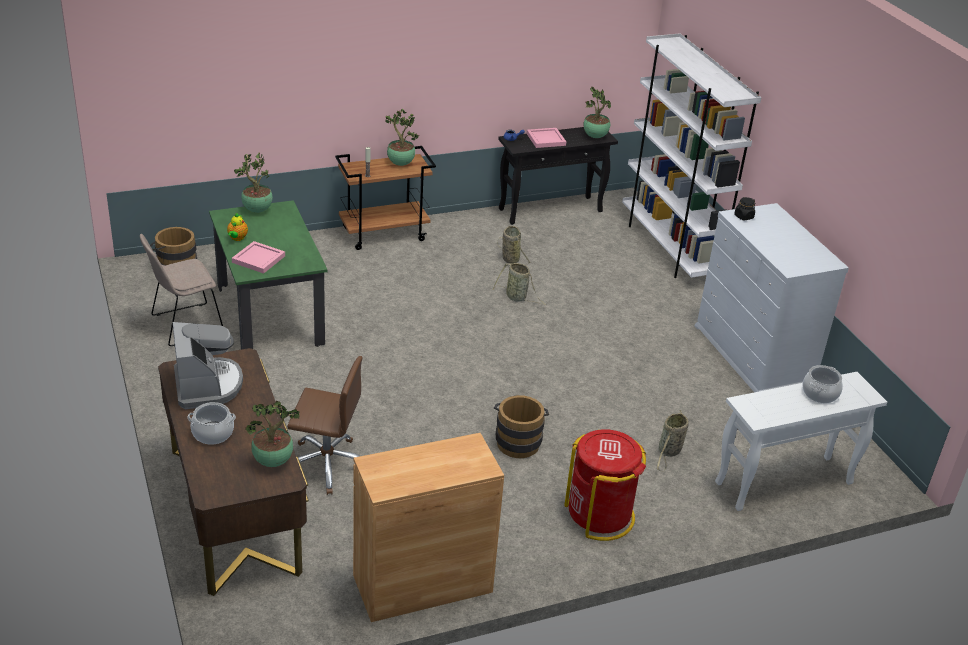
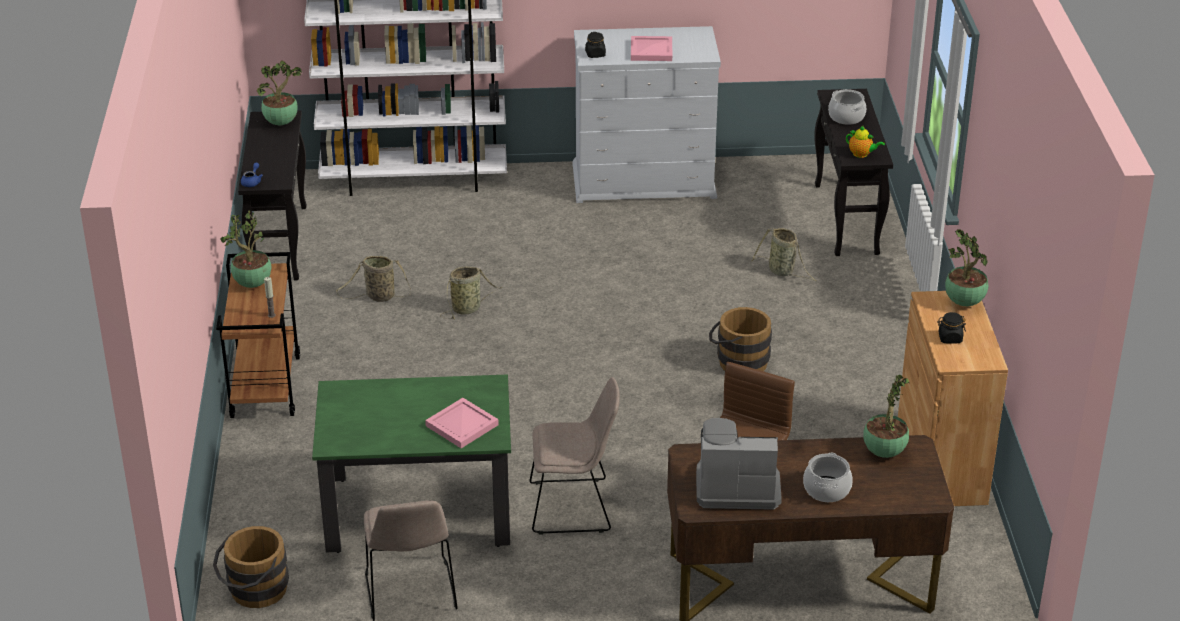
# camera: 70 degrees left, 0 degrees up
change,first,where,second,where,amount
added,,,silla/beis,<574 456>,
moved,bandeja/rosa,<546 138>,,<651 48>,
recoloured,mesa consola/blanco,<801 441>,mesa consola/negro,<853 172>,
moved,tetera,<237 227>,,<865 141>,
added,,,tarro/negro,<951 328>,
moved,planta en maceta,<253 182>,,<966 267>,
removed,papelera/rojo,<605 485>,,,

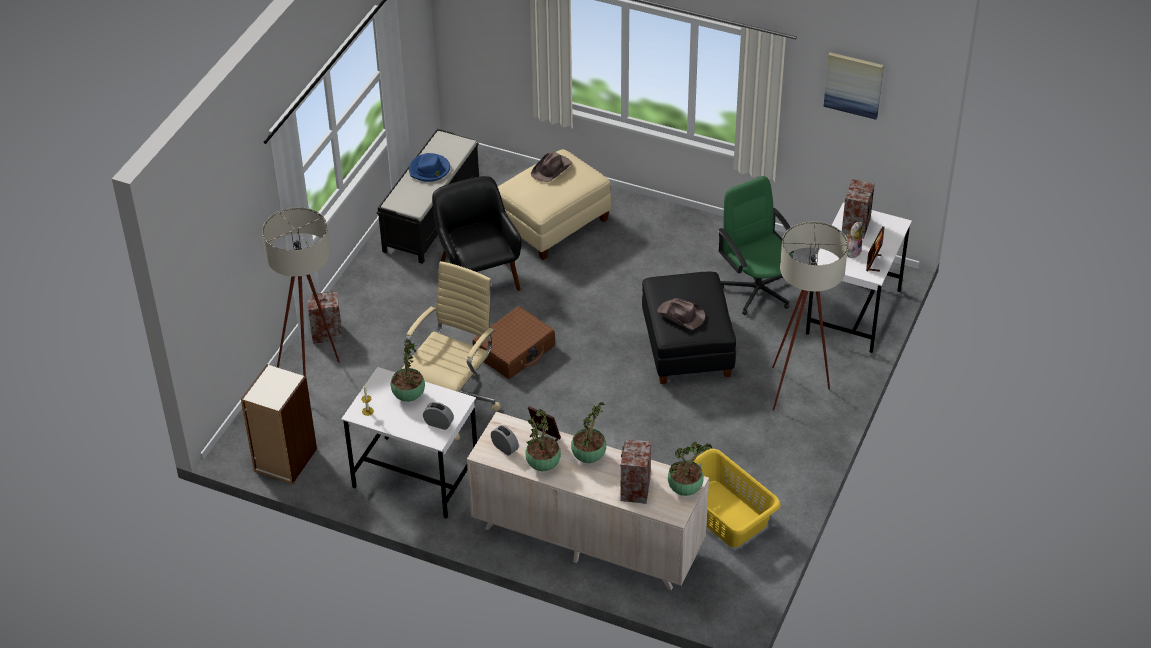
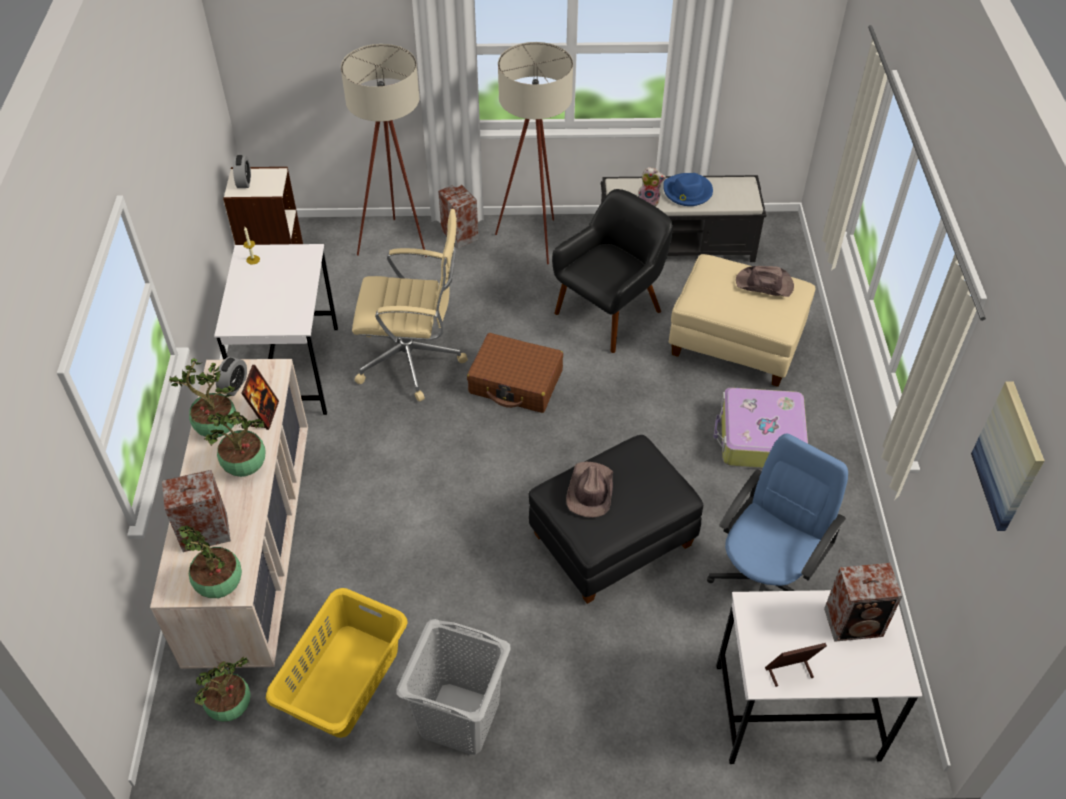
# camera: 65 degrees right, 5 degrees up
change,first,where,second,where,amount
moved,planta en maceta,<408 370>,,<223 689>,
moved,despertador,<438 416>,,<242 171>,
added,,,cesto de la ropa/gris,<453 687>,
moved,lámpara de pie/beis,<810 316>,,<534 153>,
moved,peluche,<854 240>,,<652 186>,
recoloured,silla de oficina/verde,<756 245>,silla de oficina/azul,<777 512>,
added,,,maleta,<760 427>,

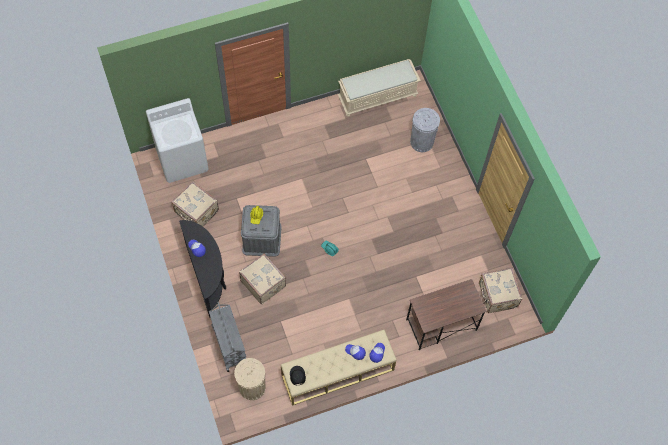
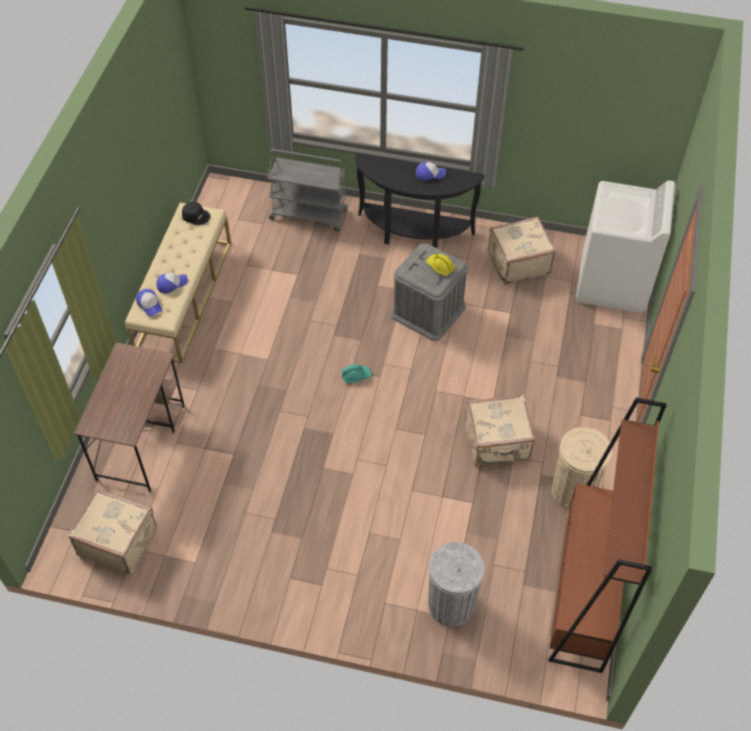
# camera: 125 degrees right, 10 degrees down
change,first,where,second,where,amount
moved,maleta/beis,<262 279>,,<500 430>,
replaced,banco/beis,<379 88>,estantería/marrón,<608 535>,
moved,papelera/beis,<250 379>,,<582 468>,

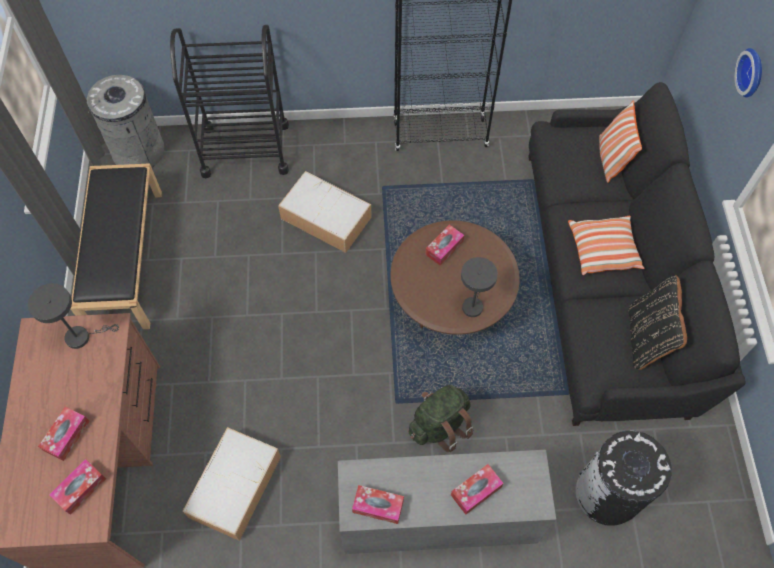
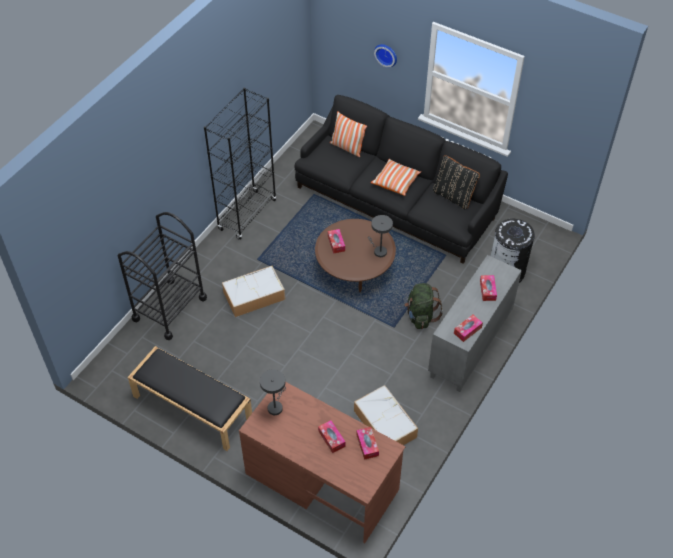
# camera: 55 degrees left, 10 degrees down
change,first,where,second,where,amount
removed,papelera/gris,<126 121>,,,

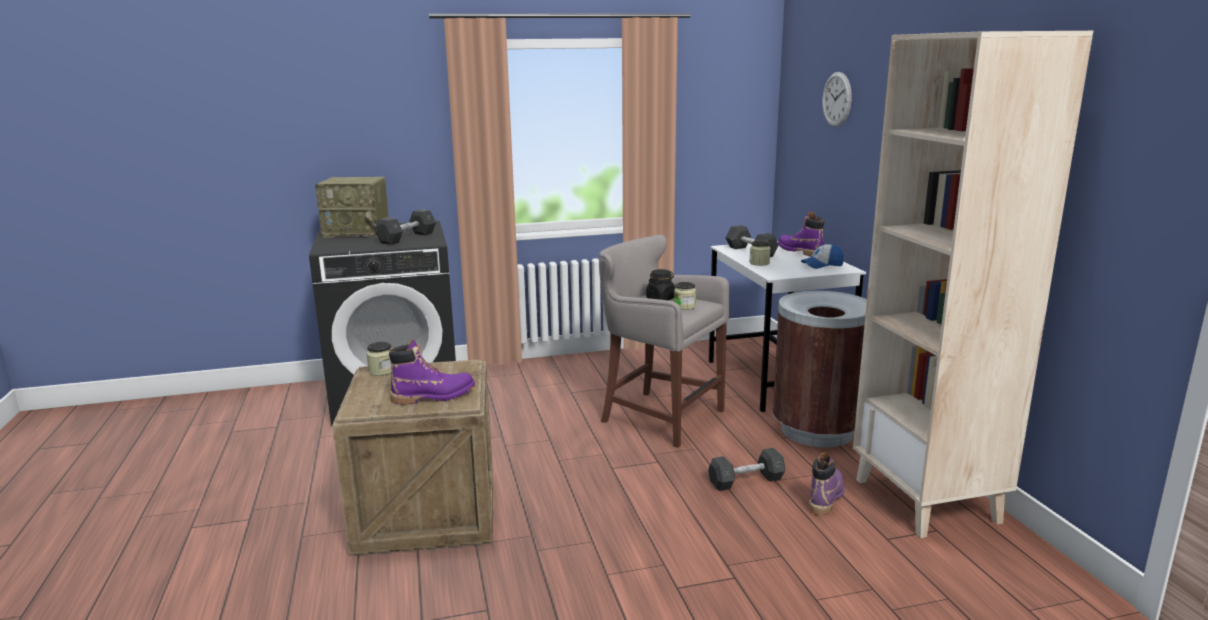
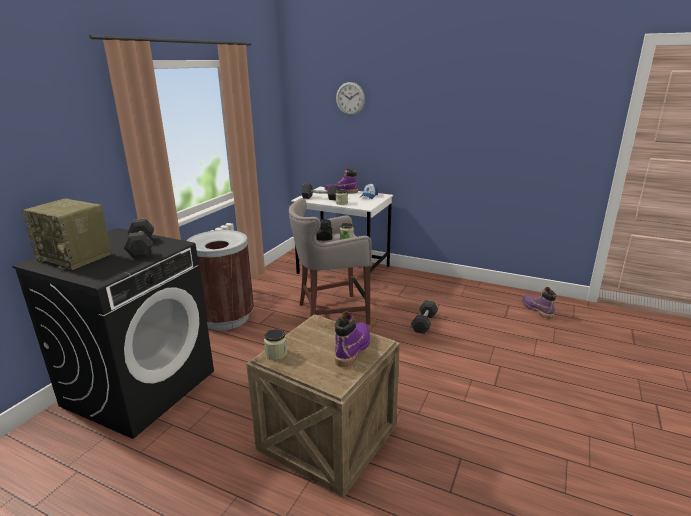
# camera: 50 degrees left, 5 degrees up
change,first,where,second,where,amount
turned,radio,<352 207>,,<66 234>,75 degrees clockwise
moved,papelera/marrón,<819 369>,,<220 280>,
moved,bota/morado,<826 484>,,<539 303>,
removed,estantería/beis,<973 284>,,,

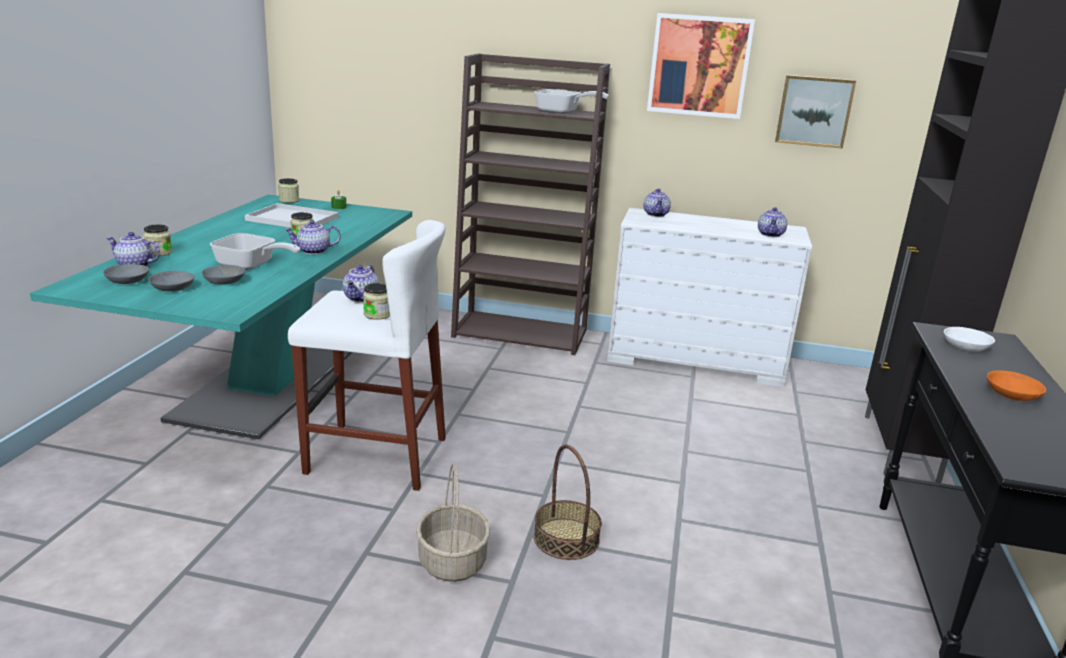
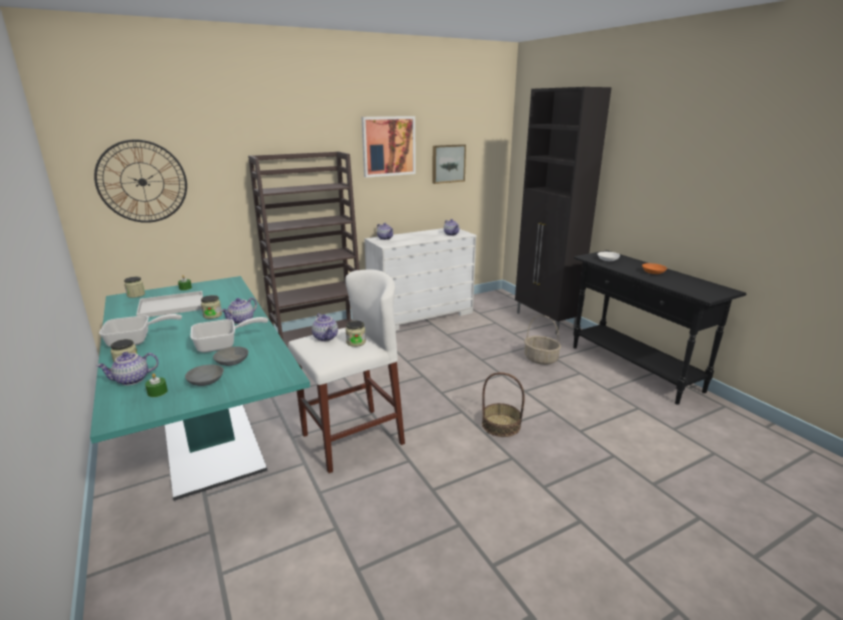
# camera: 40 degrees left, 0 degrees up
change,first,where,second,where,amount
added,,,reloj de pared,<140 181>,
moved,sartén,<571 101>,,<140 330>,
replaced,cuenco/gris,<126 274>,vela/verde,<156 385>,
moved,cesta,<453 523>,,<542 340>,

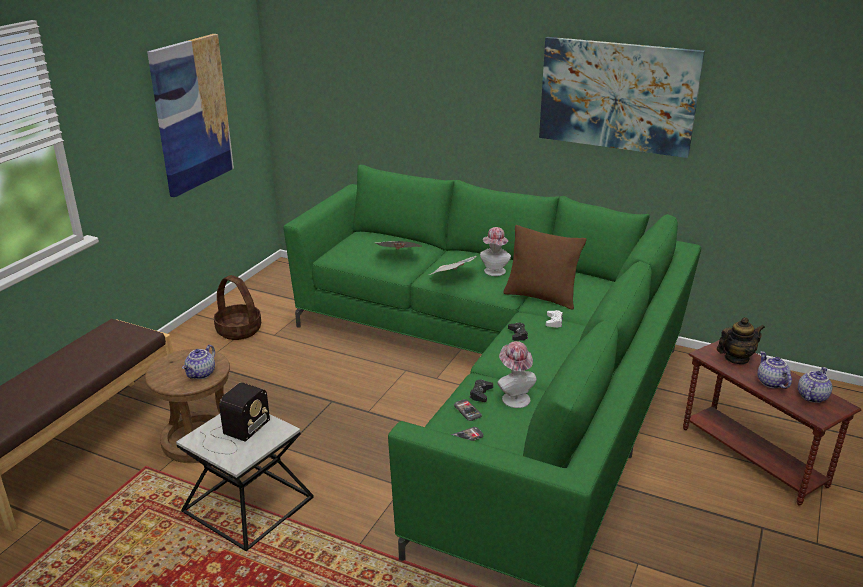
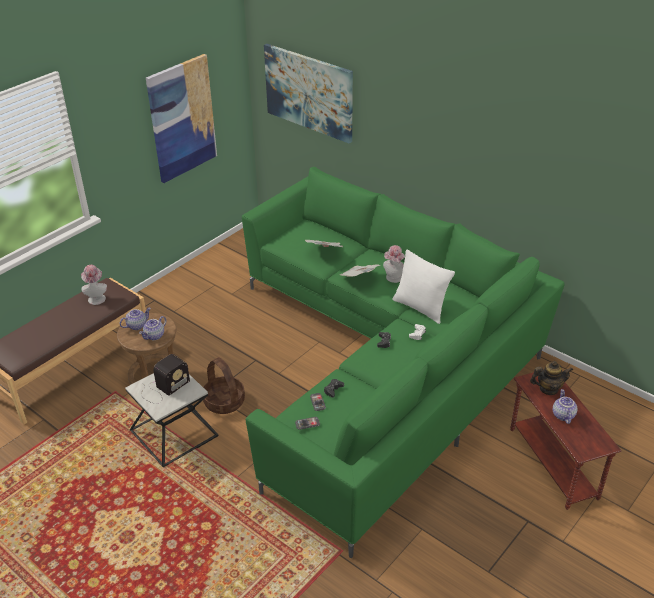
# camera: 15 degrees right, 10 degrees up
change,first,where,second,where,amount
moved,sombrero,<516 374>,,<94 285>,
moved,tetera,<815 385>,,<135 319>,
moved,cesta,<237 307>,,<224 385>,
moved,cuadro,<622 97>,,<308 94>,
recoloured,cojín/marrón,<544 267>,cojín/blanco,<423 286>,

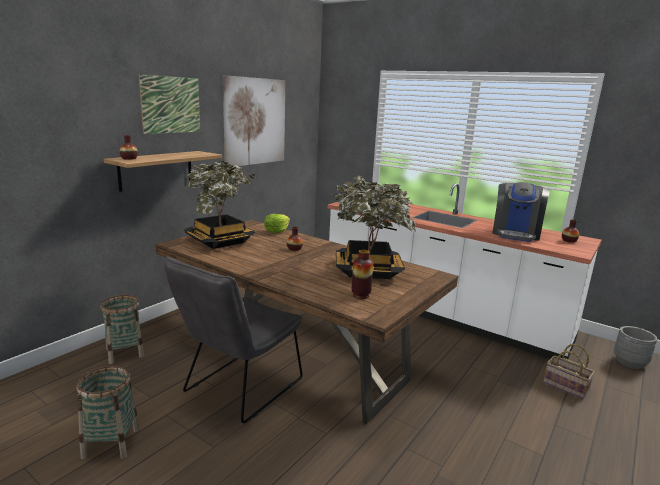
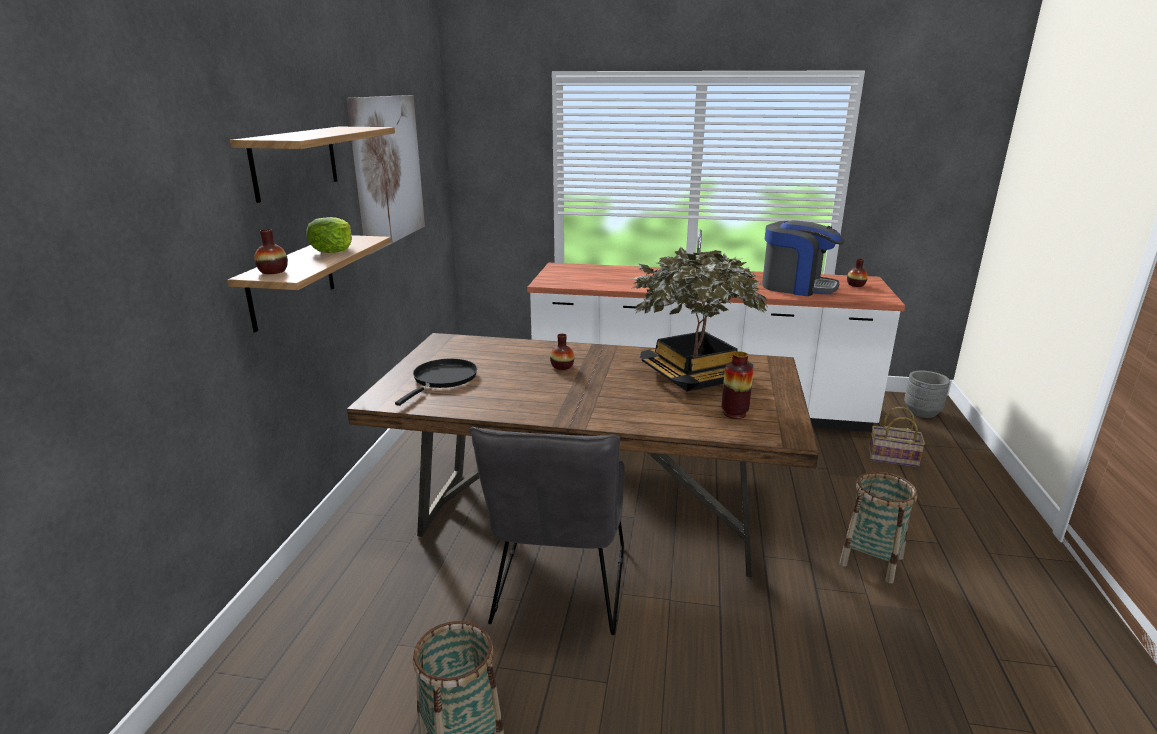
# camera: 25 degrees left, 5 degrees up
change,first,where,second,where,amount
replaced,cuadro,<169 104>,estante,<312 165>,
moved,lechuga,<277 223>,,<329 235>,
replaced,planta en maceta,<220 205>,sartén/negro,<436 382>,
turned,cafetera,<521 212>,,<803 258>,60 degrees counterclockwise
moved,cesta,<122 329>,,<878 527>,

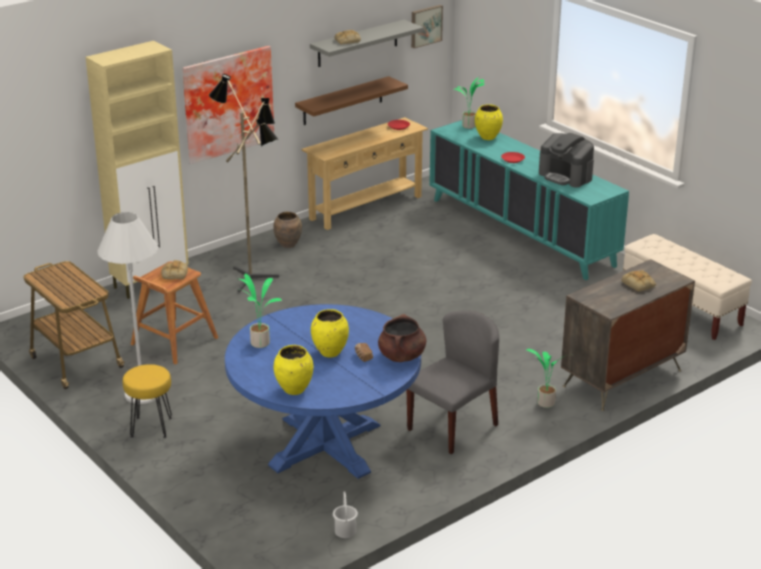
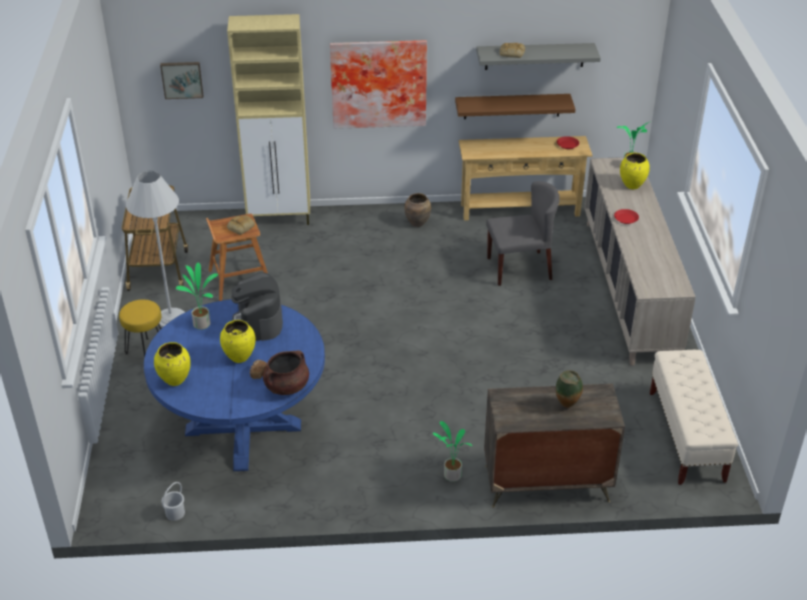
# camera: 35 degrees right, 10 degrees up
change,first,where,second,where,amount
moved,cuadro,<427 26>,,<182 80>,
moved,cafetera,<566 160>,,<257 306>,
moved,silla/gris,<453 382>,,<523 233>,
replaced,pan,<639 280>,florero,<569 389>,
recoloured,armario/turquesa,<529 200>,armario/beis,<640 261>,
removed,lámpara de pie,<244 183>,,,

